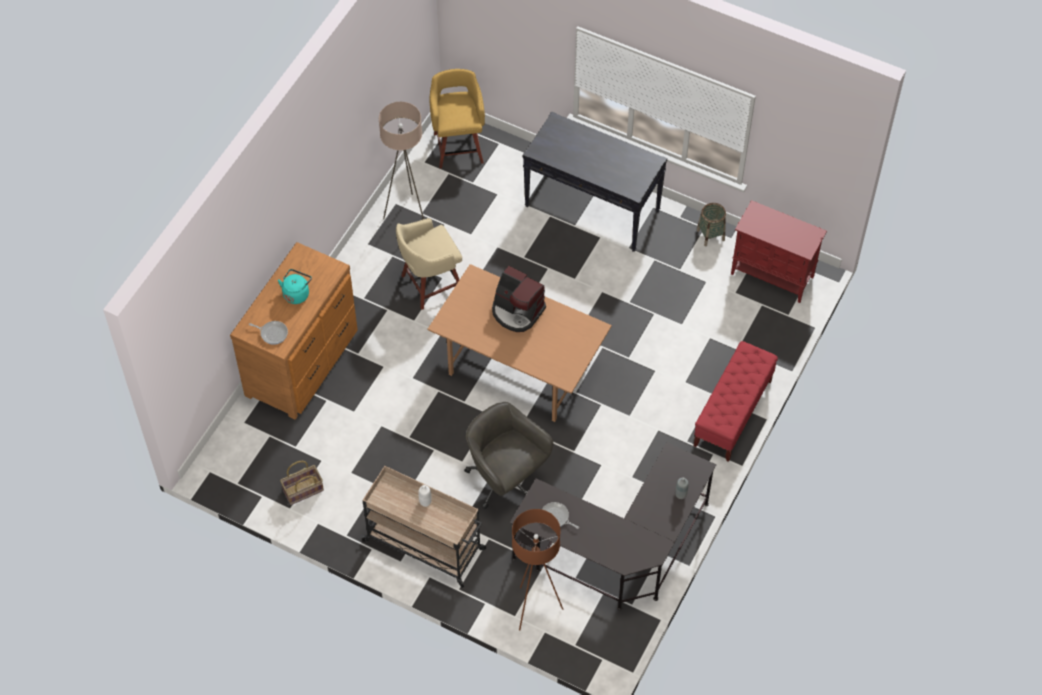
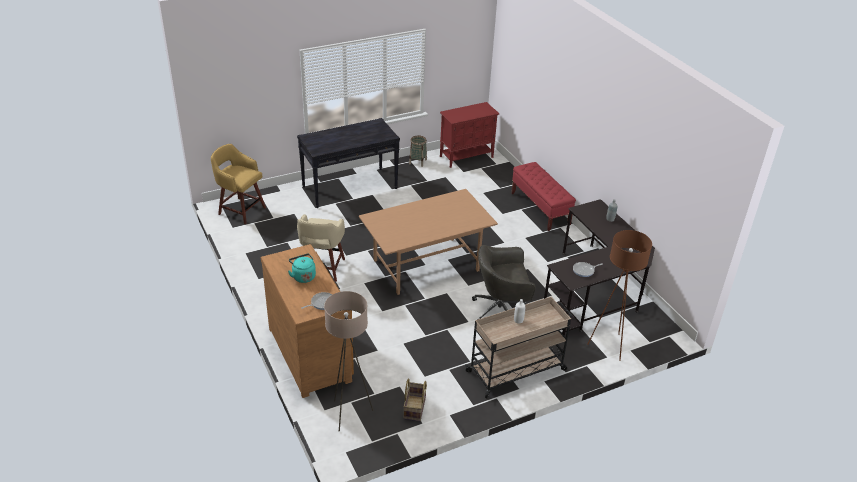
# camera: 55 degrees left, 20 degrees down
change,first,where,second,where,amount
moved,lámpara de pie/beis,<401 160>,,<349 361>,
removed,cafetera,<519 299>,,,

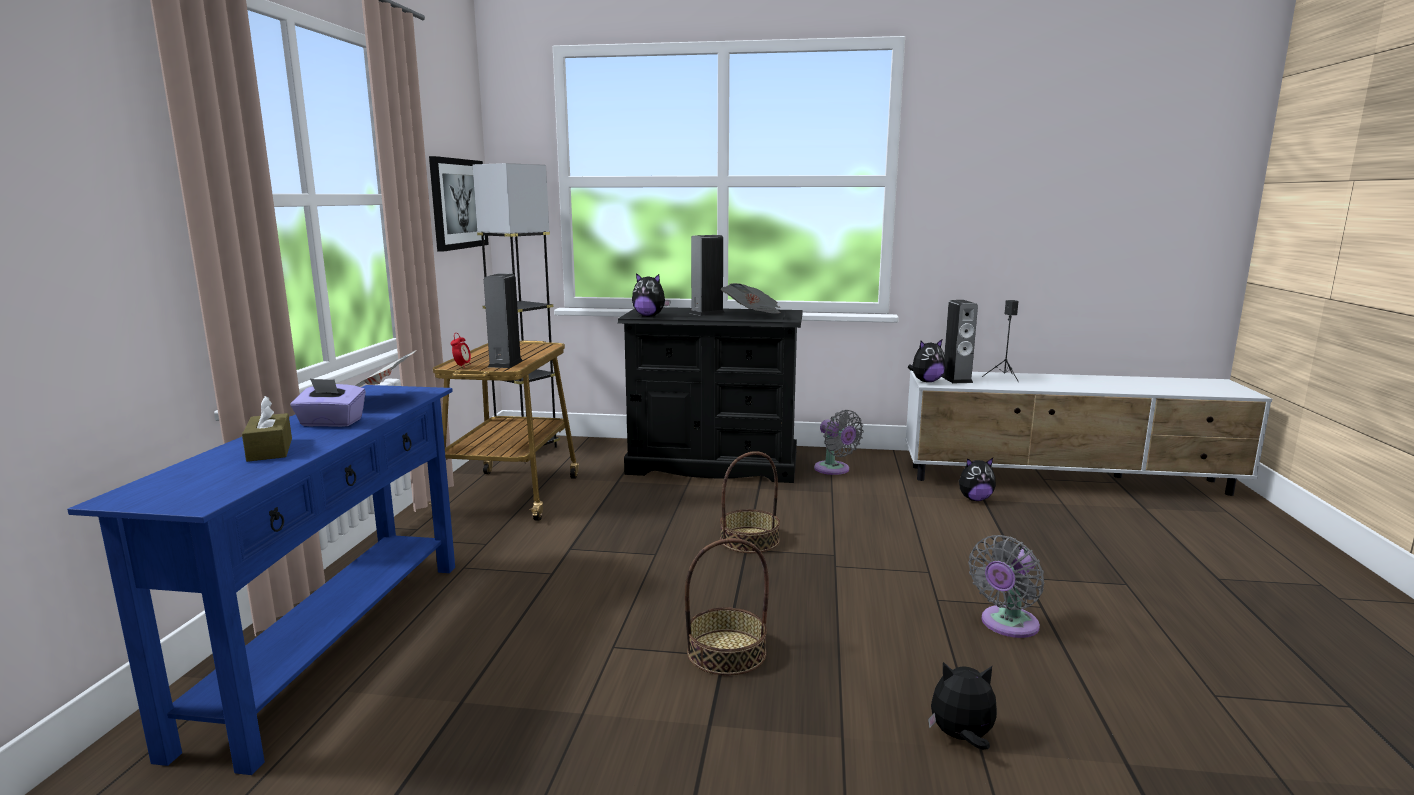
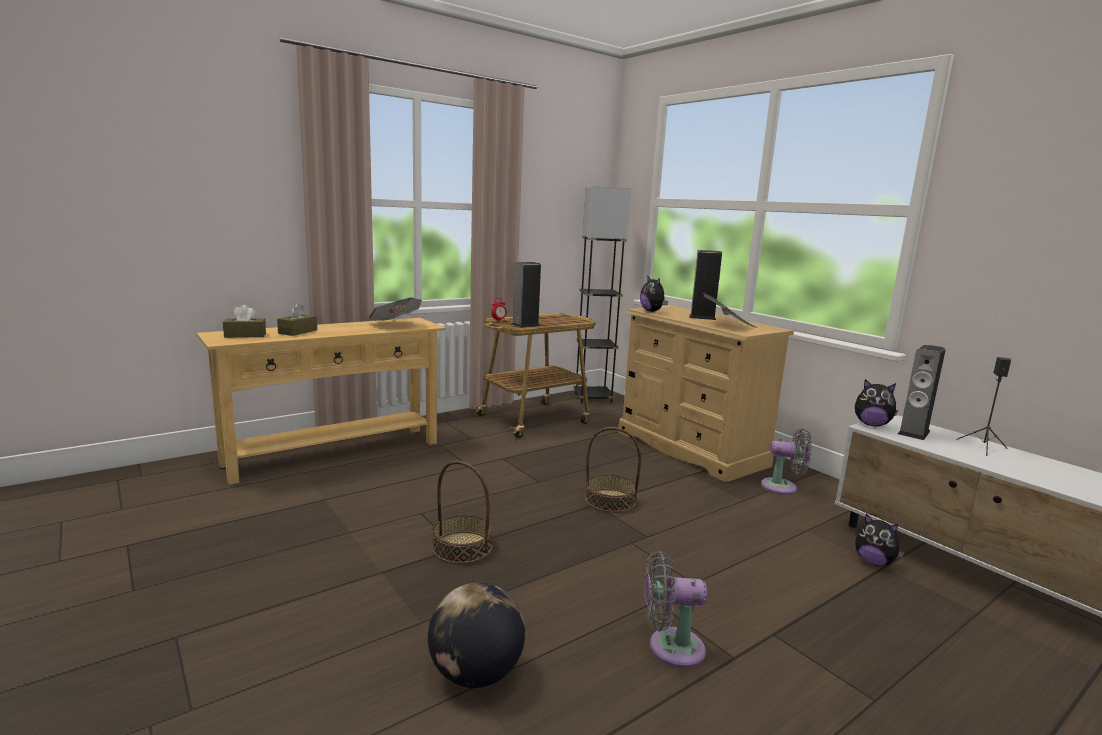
# camera: 45 degrees right, 0 degrees up
change,first,where,second,where,amount
recoloured,mesa consola/azul,<261 580>,mesa consola/beis,<321 401>,
added,,,caja de pañuelos/marrón,<244 321>,
replaced,peluche,<962 706>,globo terráqueo,<476 635>,
recoloured,cómoda/negro,<710 395>,cómoda/beis,<706 394>,
turned,ventilador/gris,<839 442>,,<786 462>,90 degrees counterclockwise
removed,caja de pañuelos/morado,<327 403>,,,
removed,cuadro,<459 204>,,,

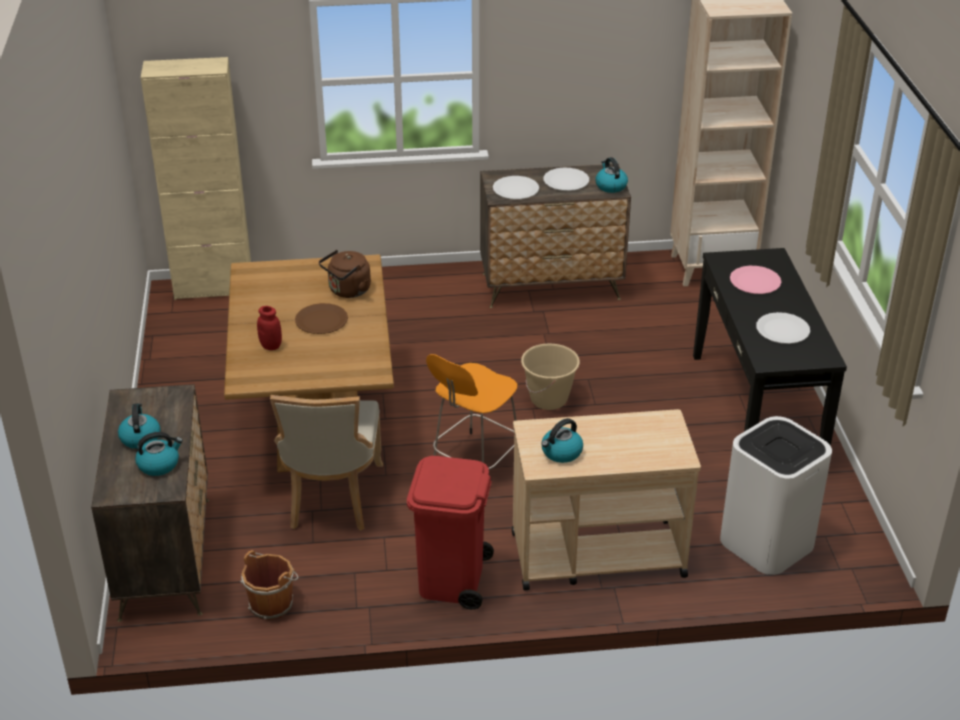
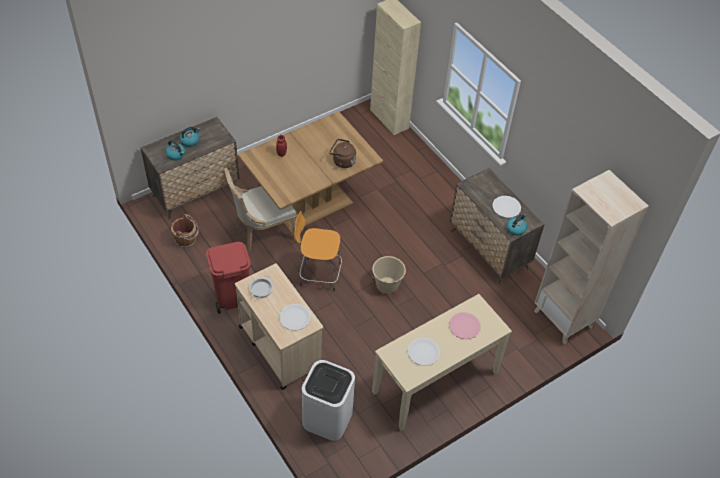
# camera: 60 degrees right, 15 degrees up
change,first,where,second,where,amount
replaced,hervidor,<562 440>,olla,<261 287>,
moved,plato/blanco,<516 187>,,<295 317>,
recoloured,mesa consola/negro,<770 347>,mesa consola/beis,<442 362>,
removed,plato/marrón,<321 318>,,,

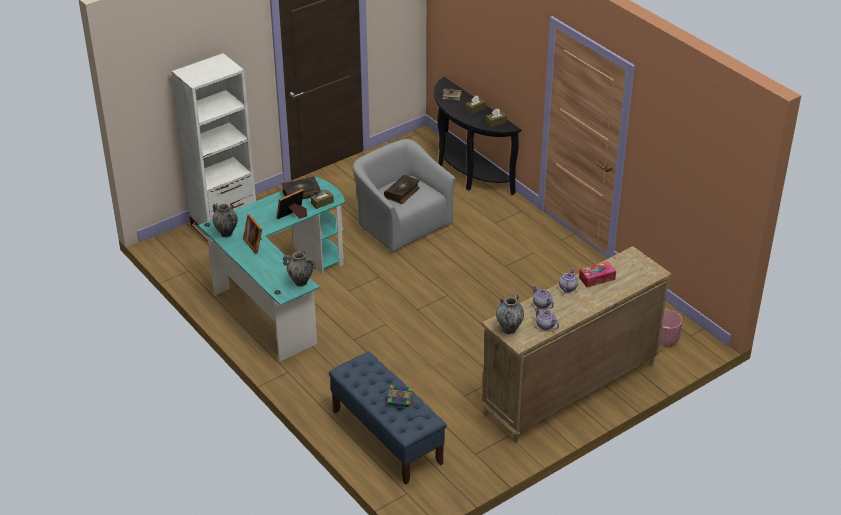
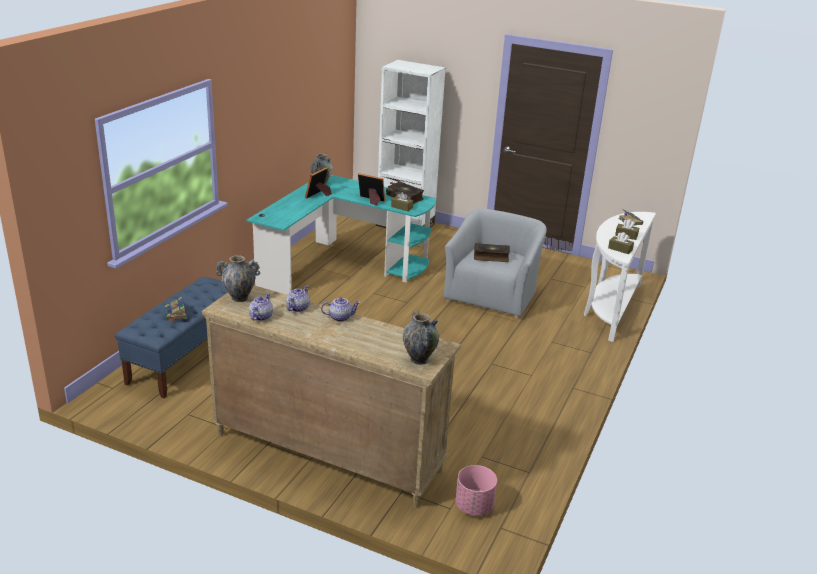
# camera: 60 degrees right, 10 degrees down
change,first,where,second,where,amount
moved,florero,<299 269>,,<421 338>,
recoloured,mesa consola/negro,<477 136>,mesa consola/blanco,<620 277>,
removed,caja de pañuelos,<597 274>,,,

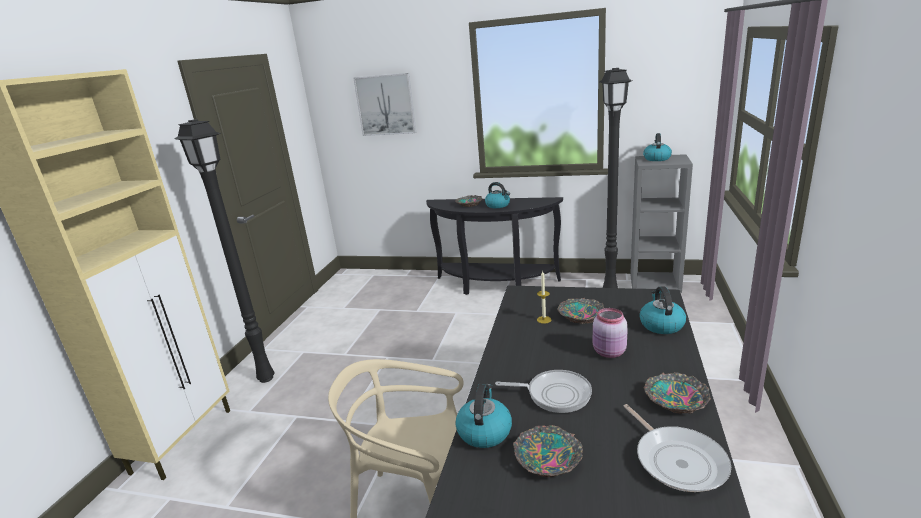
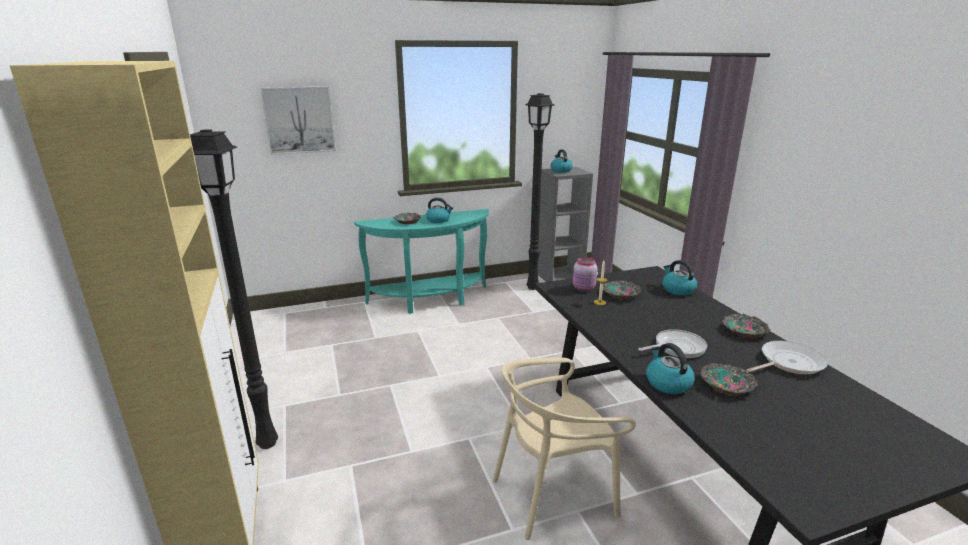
# camera: 35 degrees left, 0 degrees up
change,first,where,second,where,amount
recoloured,mesa consola/negro,<494 246>,mesa consola/turquesa,<421 261>,
moved,tarro/rosa,<610 333>,,<585 274>,
turned,sartén,<677 448>,,<787 357>,60 degrees counterclockwise

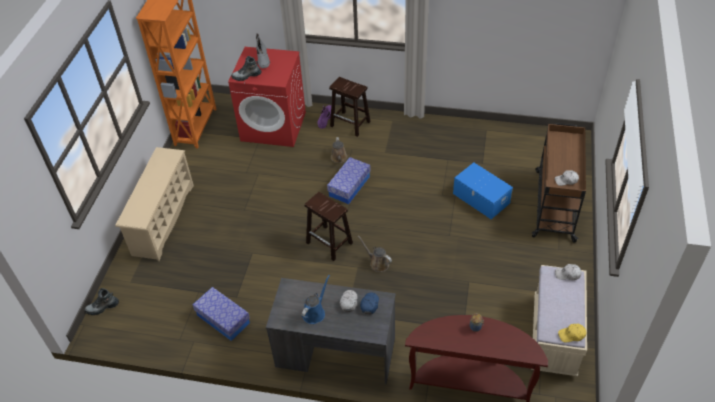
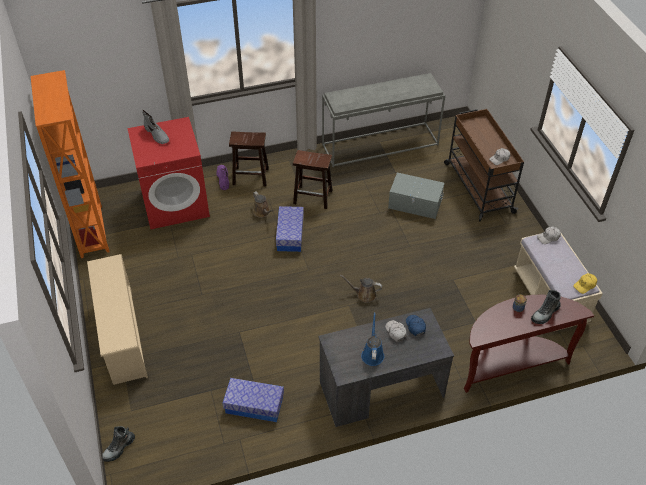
# camera: 30 degrees left, 0 degrees up
change,first,where,second,where,amount
moved,taburete/marrón,<328 226>,,<312 179>,
added,,,mesa consola/gris,<383 120>,
recoloured,caja de almacenaje/azul,<483 190>,caja de almacenaje/gris,<416 195>,
moved,bota,<246 68>,,<546 307>,

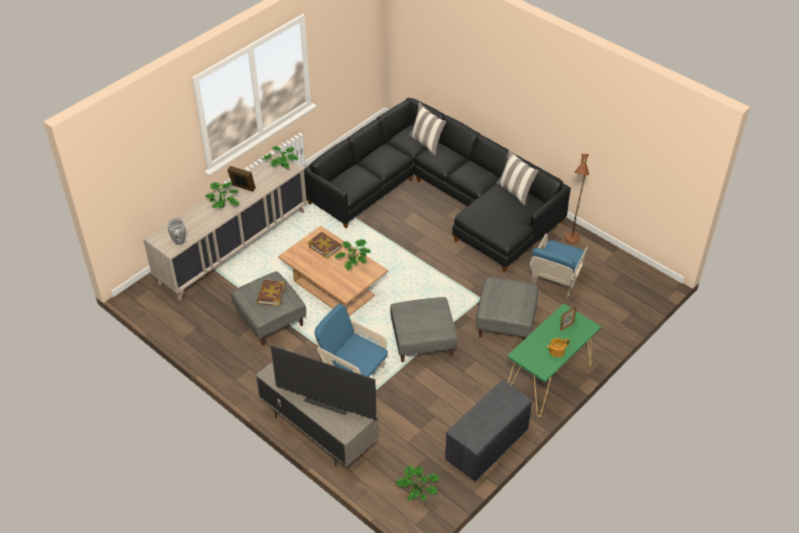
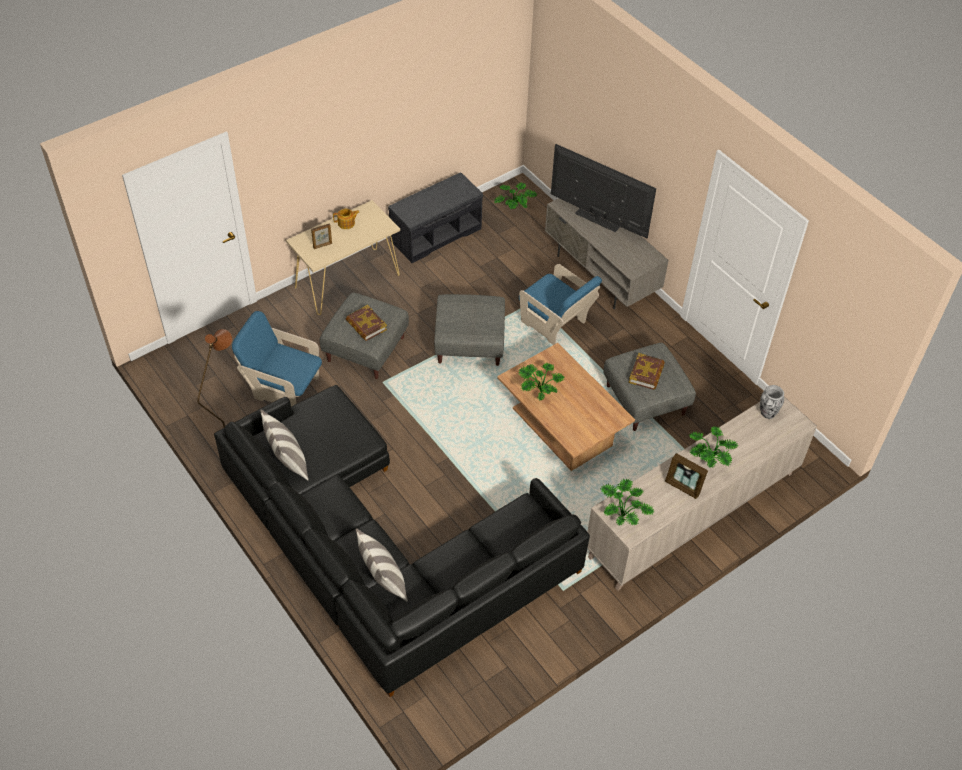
# camera: 170 degrees left, 5 degrees up
change,first,where,second,where,amount
turned,sillón/azul,<559 266>,,<277 359>,105 degrees counterclockwise
recoloured,mesa consola/verde,<554 360>,mesa consola/beis,<343 257>,
moved,libro,<325 245>,,<366 323>,

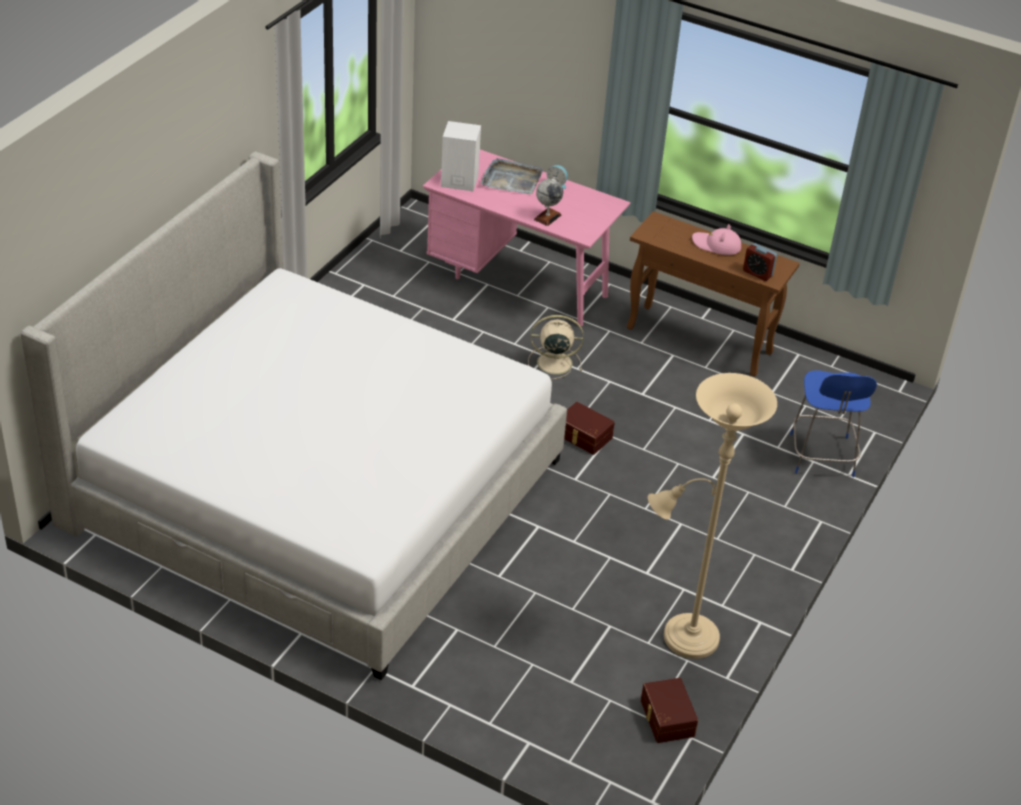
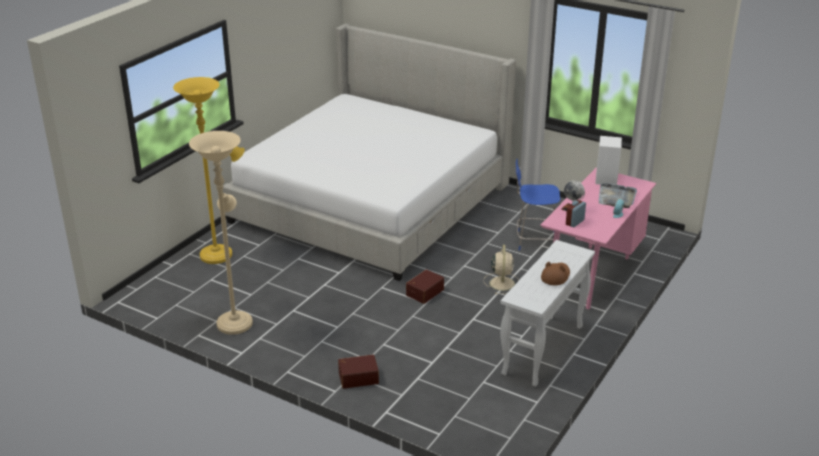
# camera: 95 degrees right, 10 degrees down
change,first,where,second,where,amount
added,,,lámpara de pie/amarillo,<209 170>,
moved,caja de almacenaje/marrón,<669 710>,,<358 371>,
recoloured,mesa consola/marrón,<713 294>,mesa consola/blanco,<547 313>,
moved,silla/azul,<833 424>,,<538 205>,
recoloured,sombrero/rosa,<716 239>,sombrero/marrón,<555 274>,
moved,despertador,<760 262>,,<576 213>,

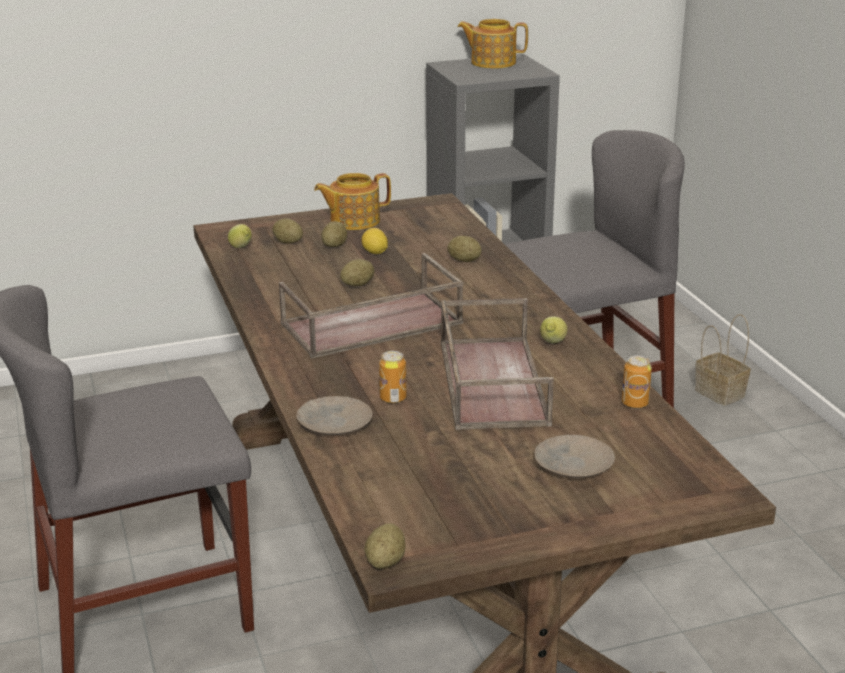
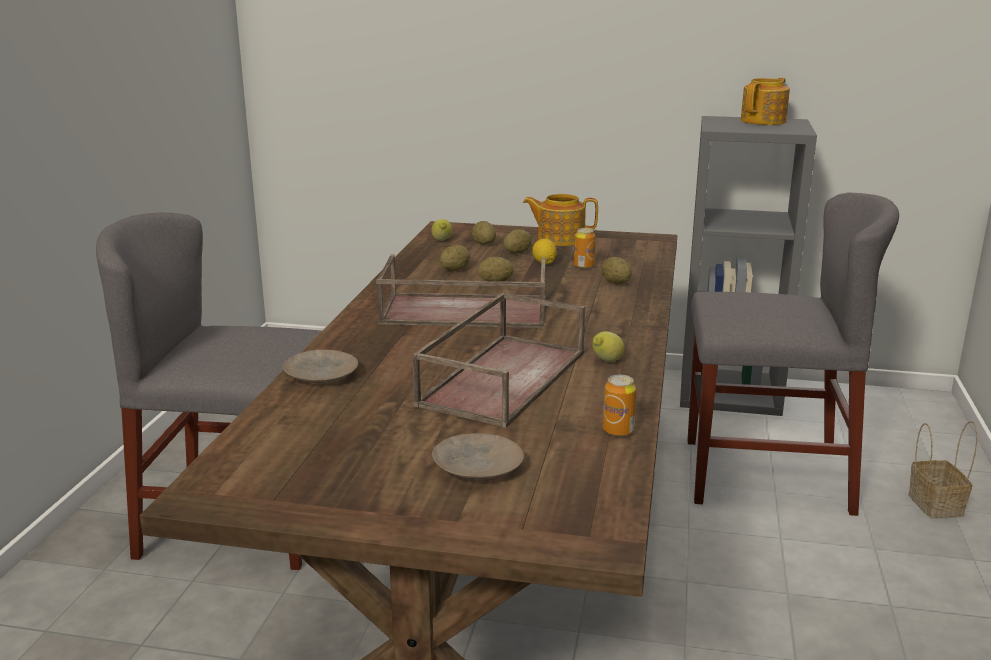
# camera: 30 degrees right, 5 degrees down
change,first,where,second,where,amount
moved,patata,<385 546>,,<455 258>,
moved,lata,<393 377>,,<584 248>,
turned,tetera,<492 43>,,<765 101>,90 degrees clockwise

